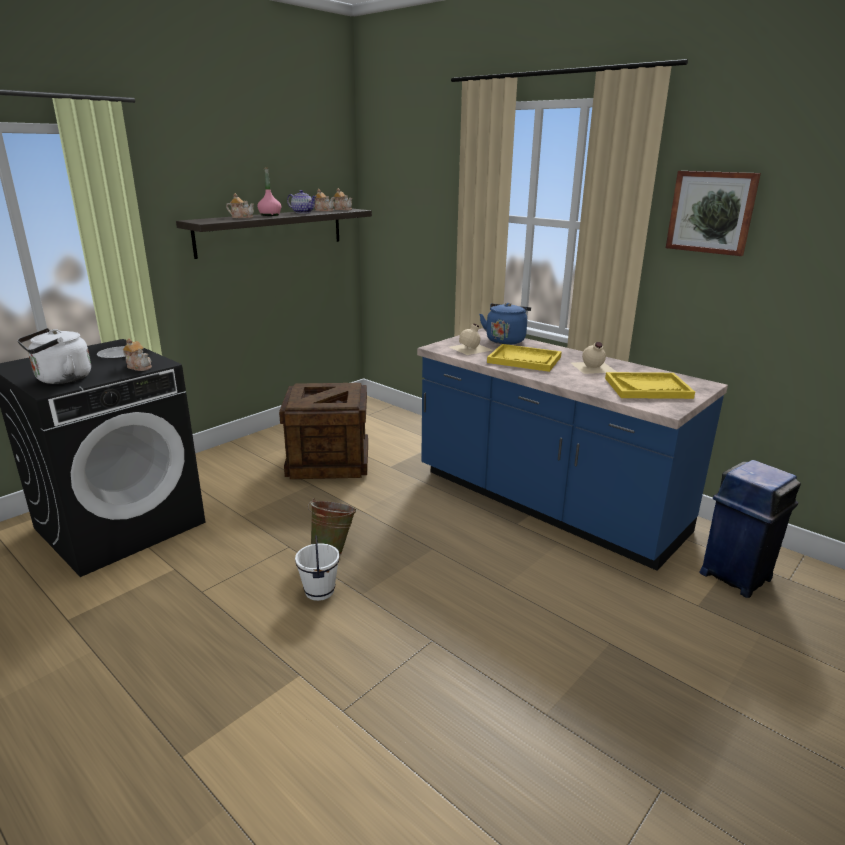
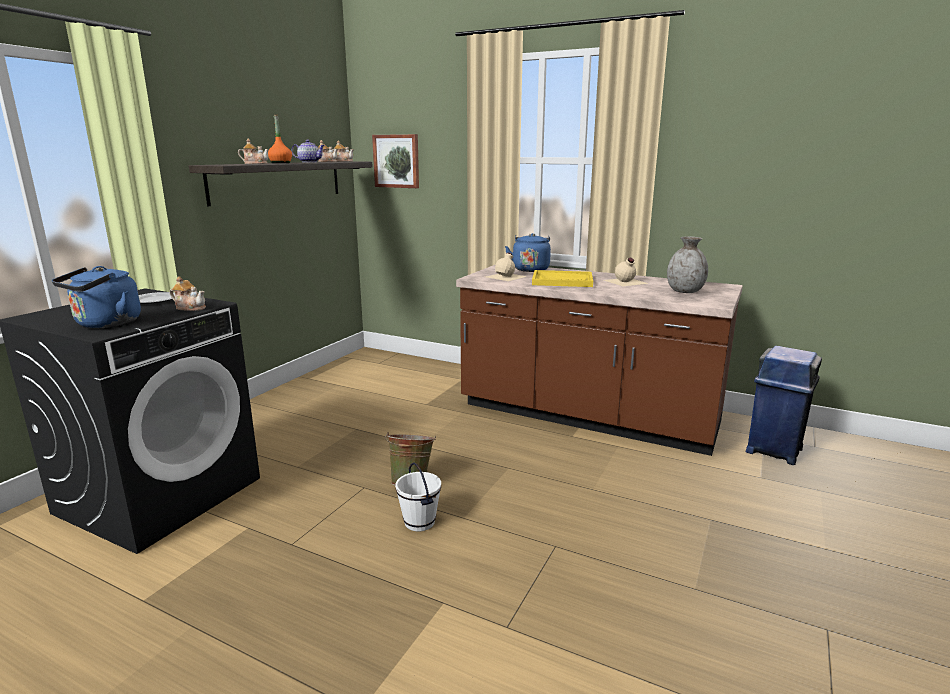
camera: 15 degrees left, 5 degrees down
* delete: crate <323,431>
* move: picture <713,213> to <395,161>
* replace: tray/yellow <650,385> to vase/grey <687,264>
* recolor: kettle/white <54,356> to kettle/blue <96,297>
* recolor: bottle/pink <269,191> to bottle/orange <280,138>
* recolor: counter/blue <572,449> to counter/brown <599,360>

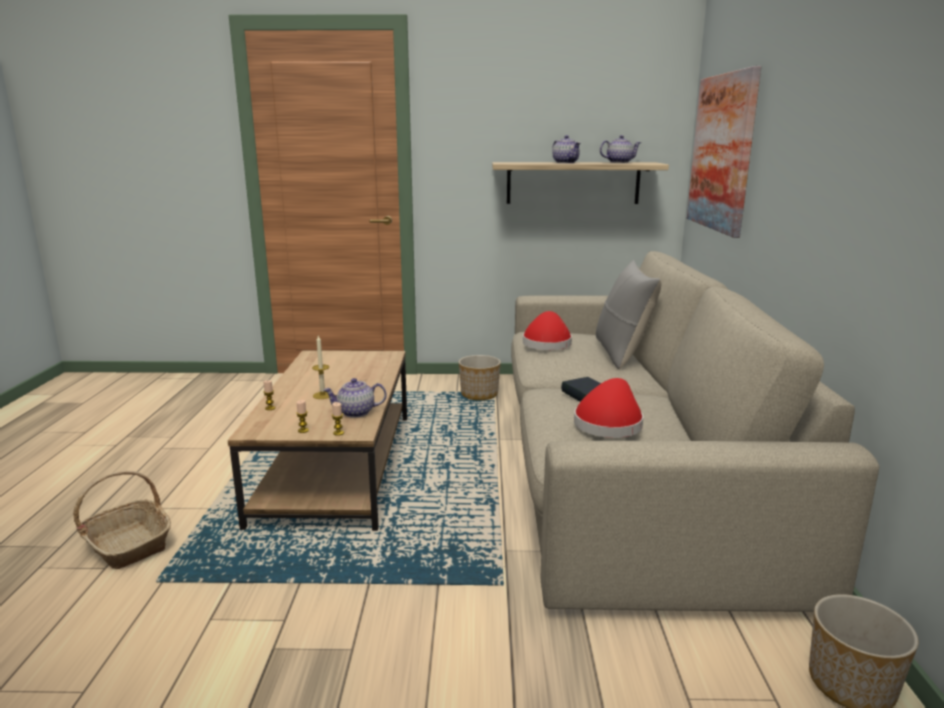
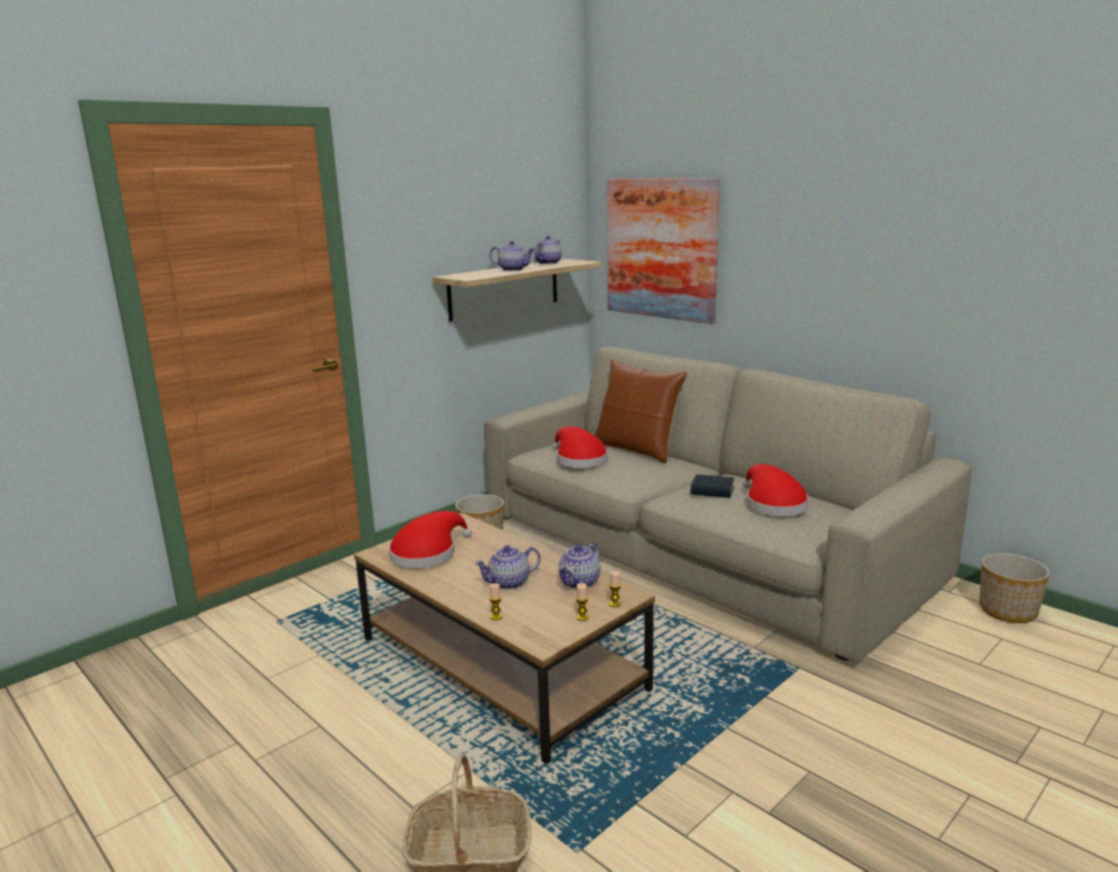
camera: 45 degrees left, 0 degrees up
* insert: hat/red <430,540>
* replace: candle <320,367> to teapot <508,567>
* recolor: pillow/grey <629,314> to pillow/brown <640,411>

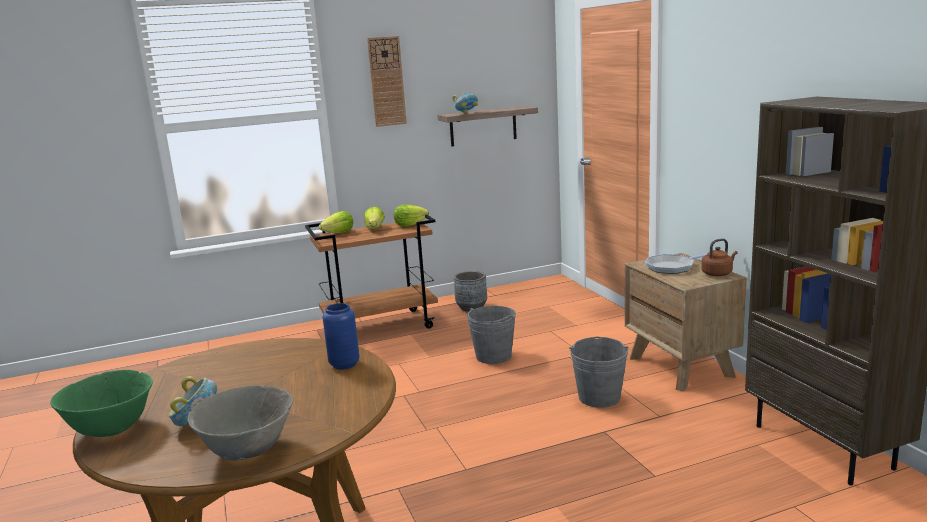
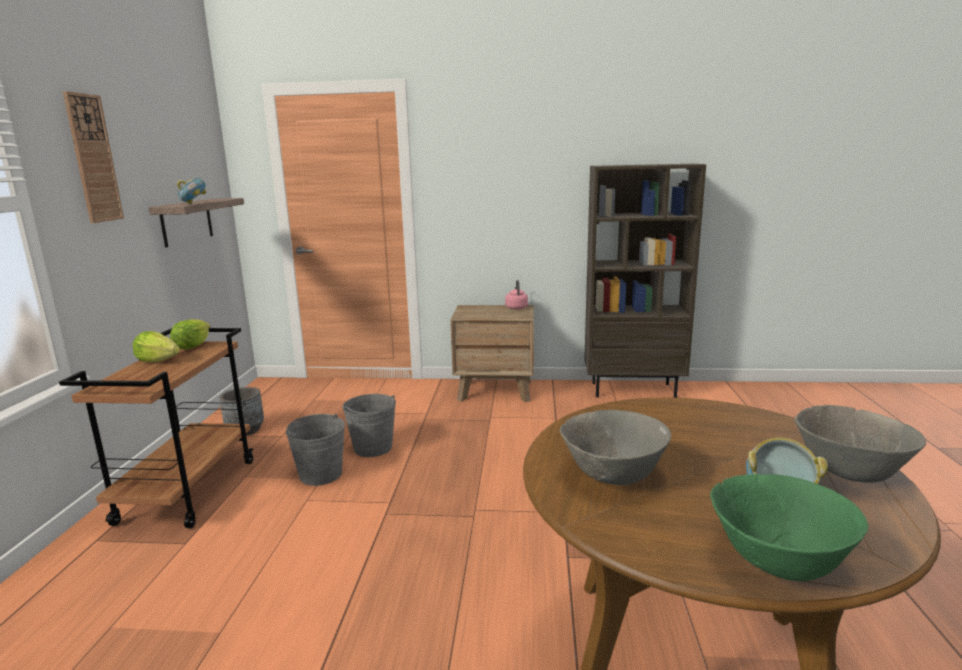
camera: 65 degrees left, 0 degrees up
* delete: lettuce <336,222>
* delete: vase/blue <341,336>
* delete: frying pan <676,264>
* insert: bowl/grey <615,447>
* move: bucket/grey <599,372> to <315,449>
* recolor: kettle/brown <719,257> to kettle/pink <516,294>

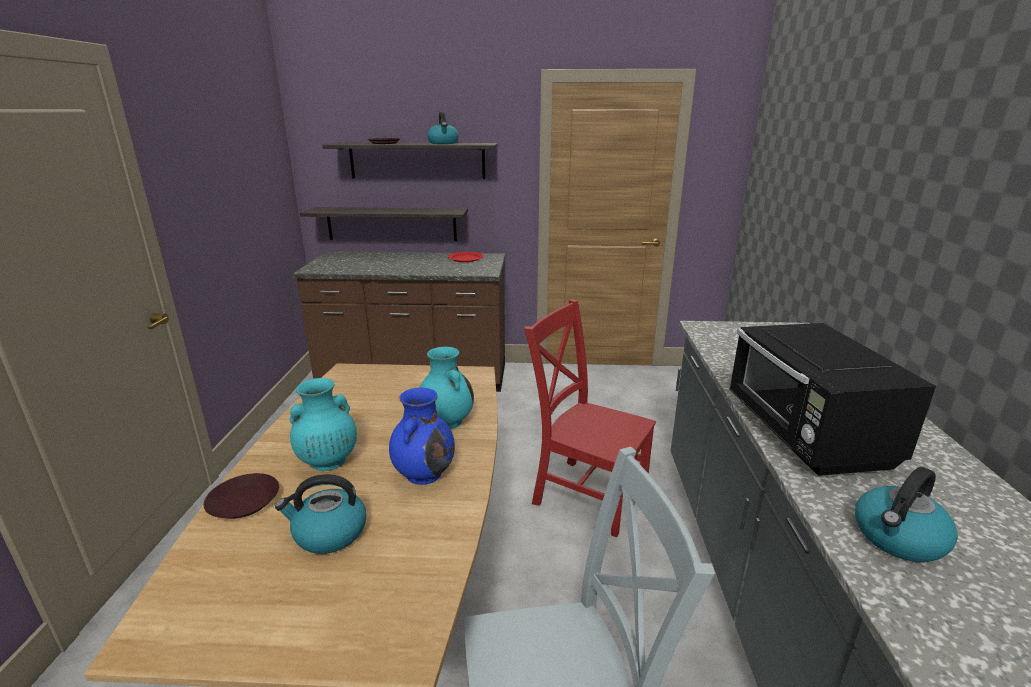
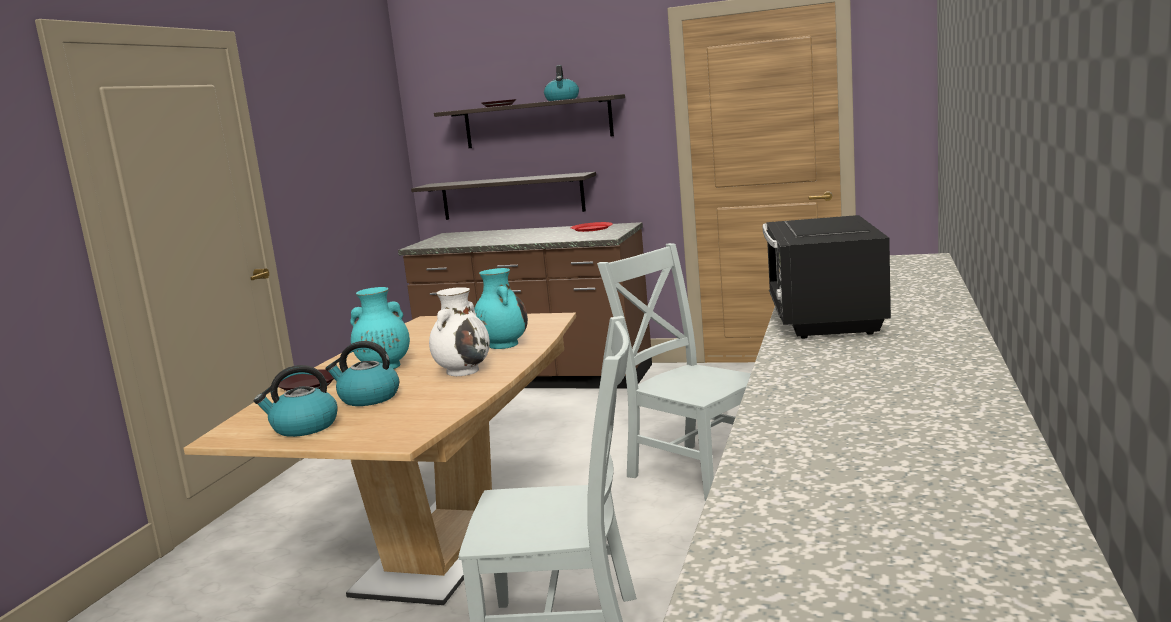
camera: 15 degrees right, 10 degrees down
* move: kettle <906,514> to <295,401>
* recolor: vase/blue <422,436> to vase/white <459,331>
* recolor: chair/red <590,418> to chair/grey <674,372>

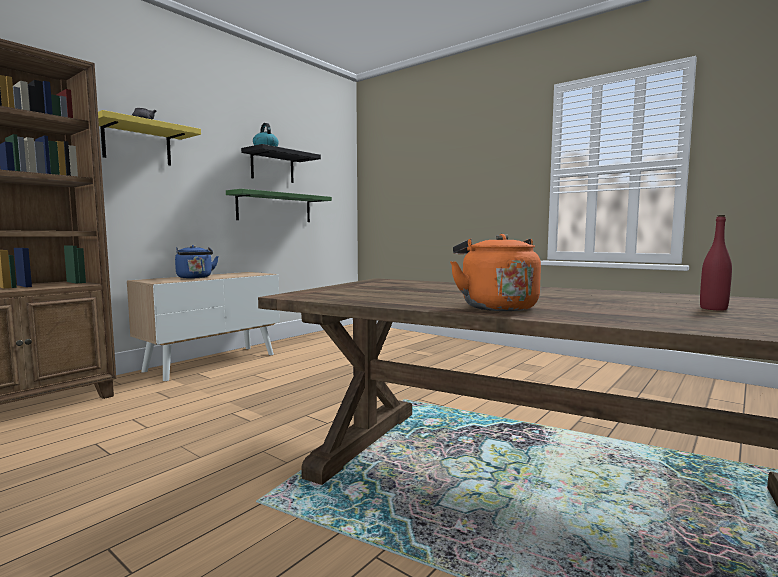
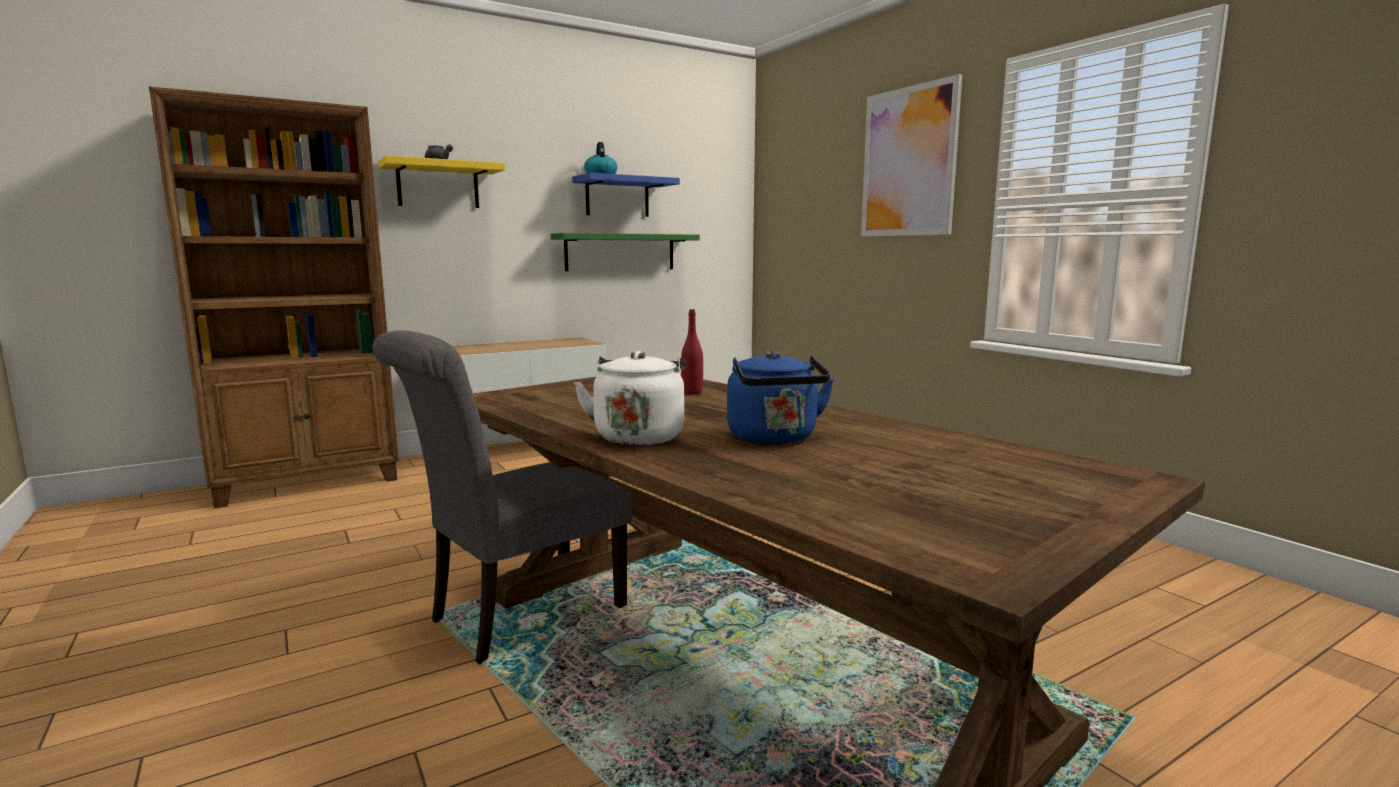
camera: 20 degrees right, 5 degrees up
* insert: chair/grey <502,497>
* insert: picture <911,155>
* move: kettle/blue <197,261> to <780,397>
* move: bottle/red <716,263> to <692,352>
* recolor: shelf/black <281,163> to shelf/blue <626,195>
* recolor: kettle/orange <495,272> to kettle/white <630,398>

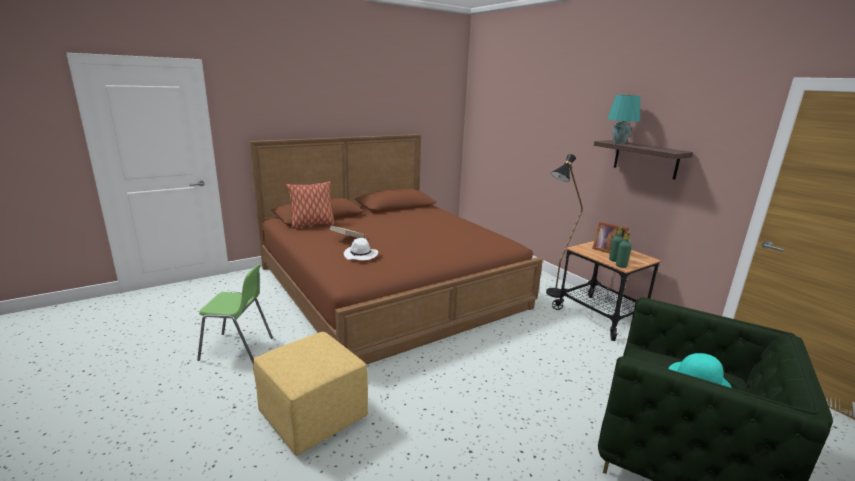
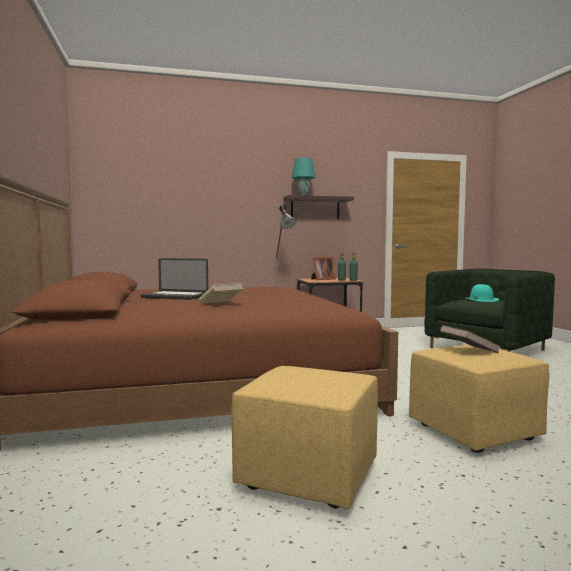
camera: 70 degrees left, 15 degrees down
* delete: pillow <311,205>
* delete: hat/white <361,249>
* insert: laptop <174,279>
* insert: book/brown <470,339>
* replace: chair/green <235,313> to ottoman/yellow <304,437>

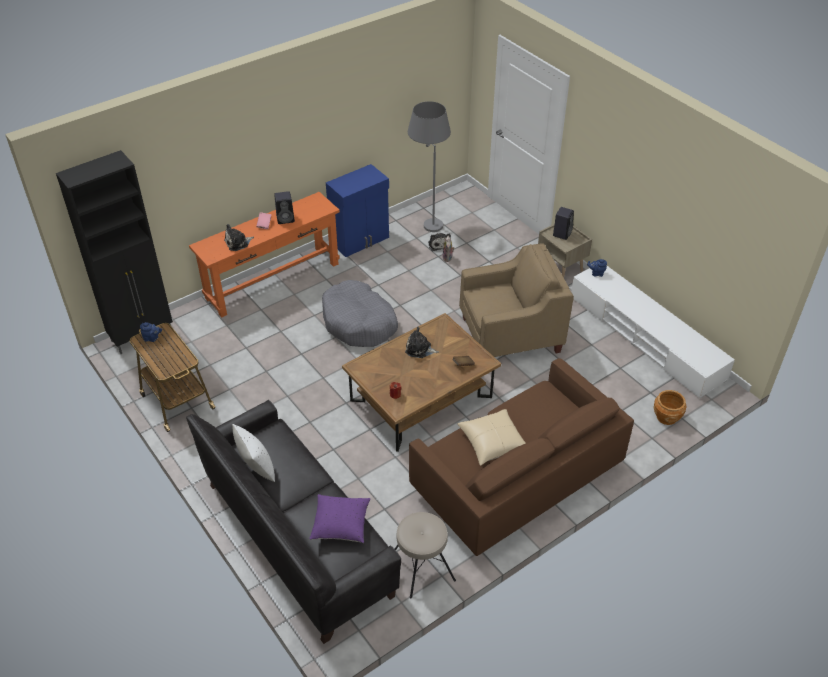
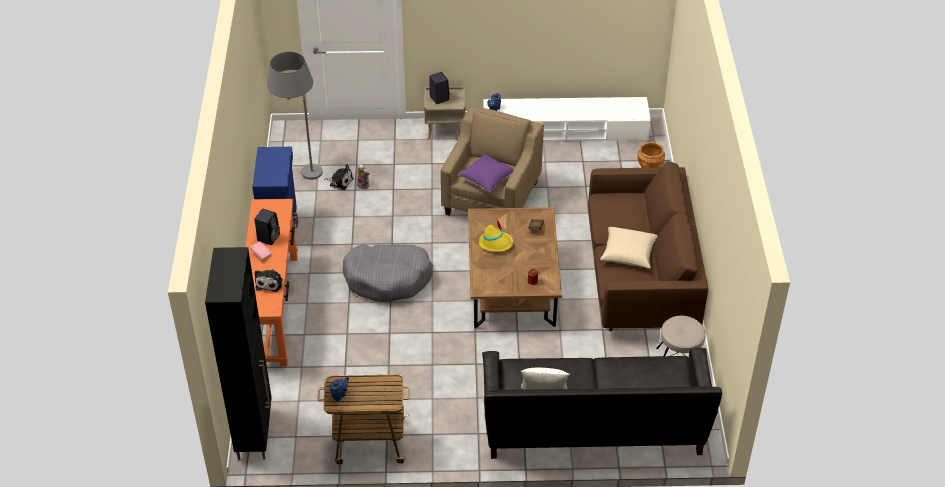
camera: 55 degrees left, 0 degrees up
* move: pillow/purple <339,518> to <486,172>
* replace: plush toy <422,342> to hat/yellow <496,236>

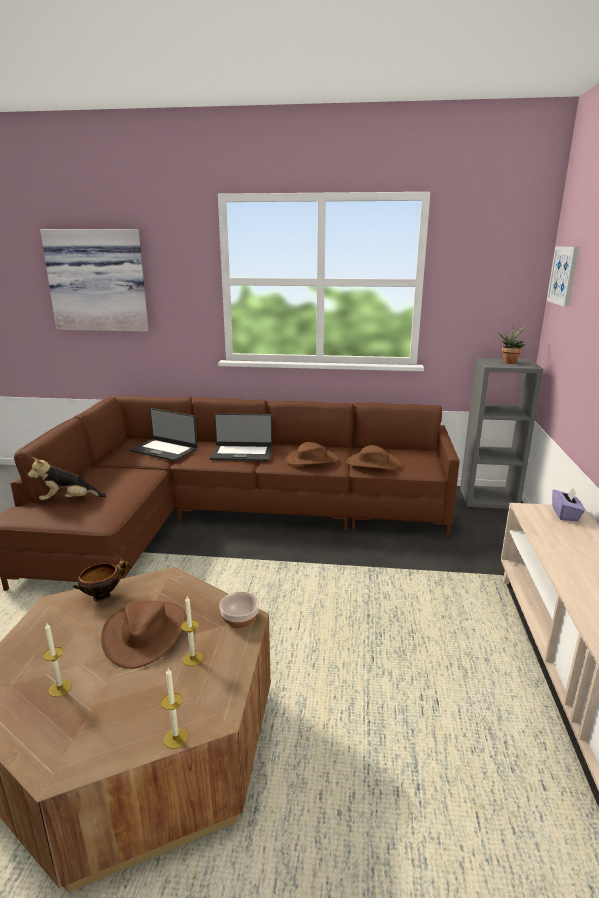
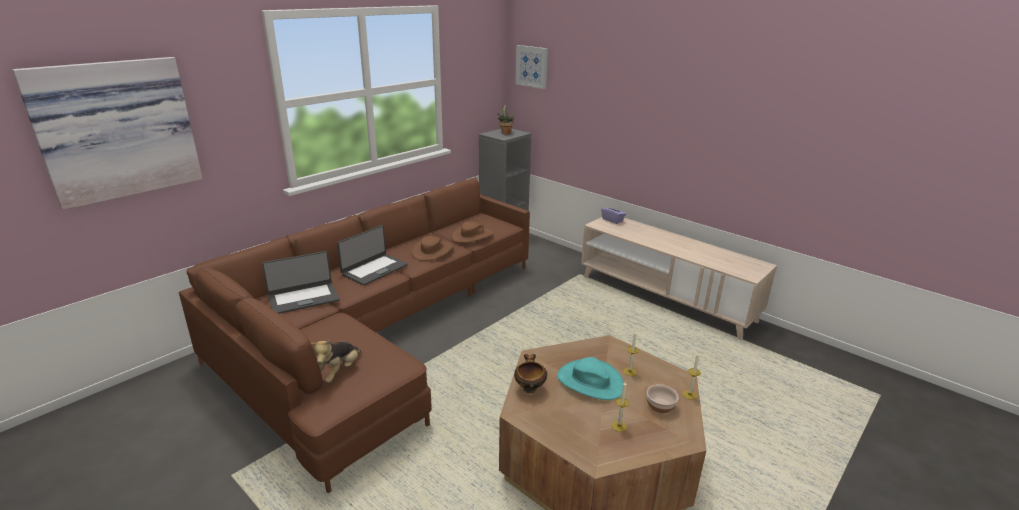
camera: 55 degrees left, 5 degrees up
* move: bowl <239,610> to <663,398>
* recolor: hat/brown <143,635> to hat/turquoise <590,378>

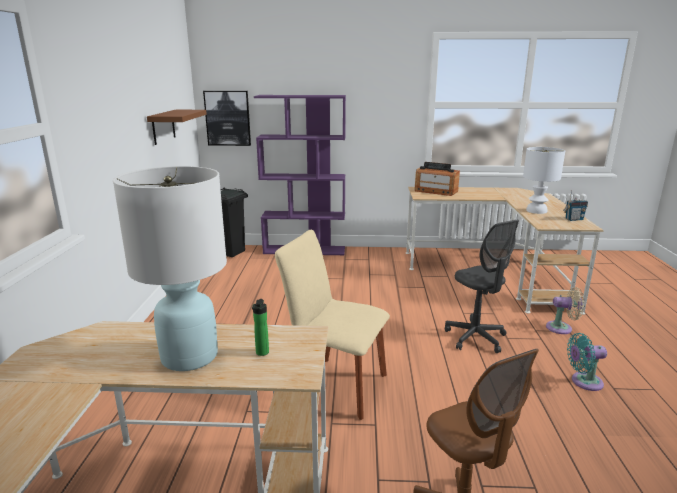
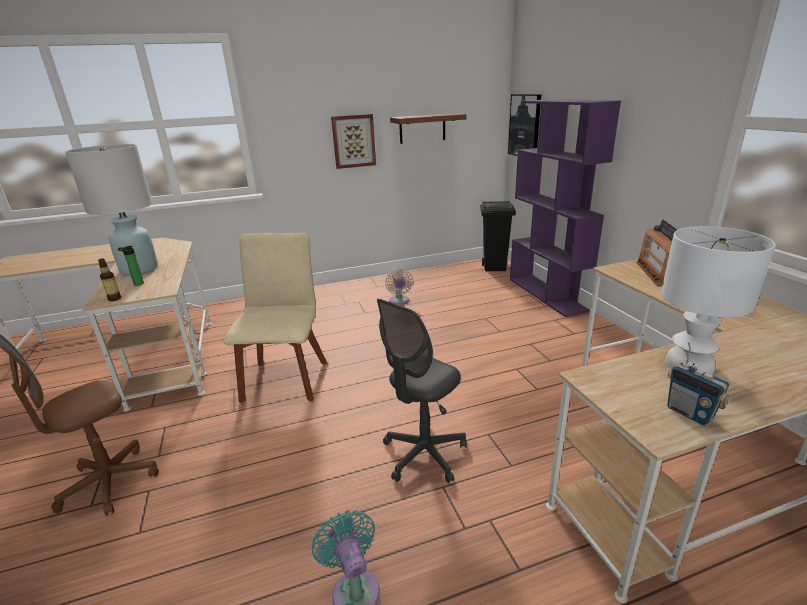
camera: 70 degrees right, 5 degrees up
* insert: bottle <109,280>
* insert: picture <353,141>
* move: fan/beige <565,310> to <399,286>

